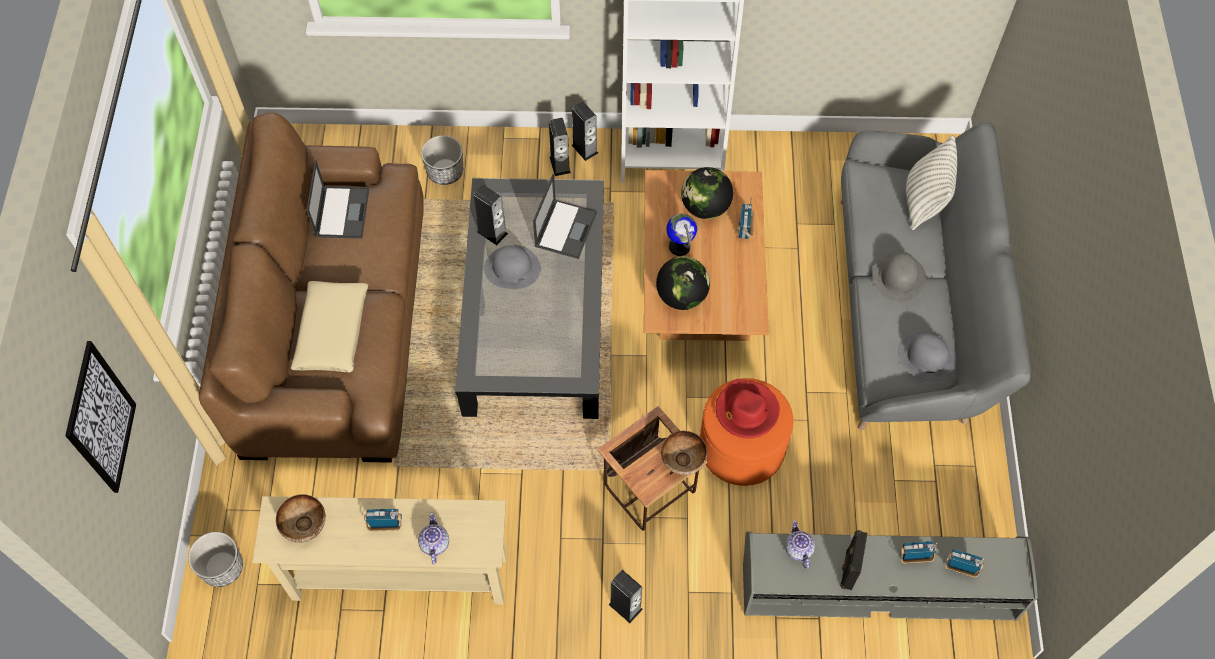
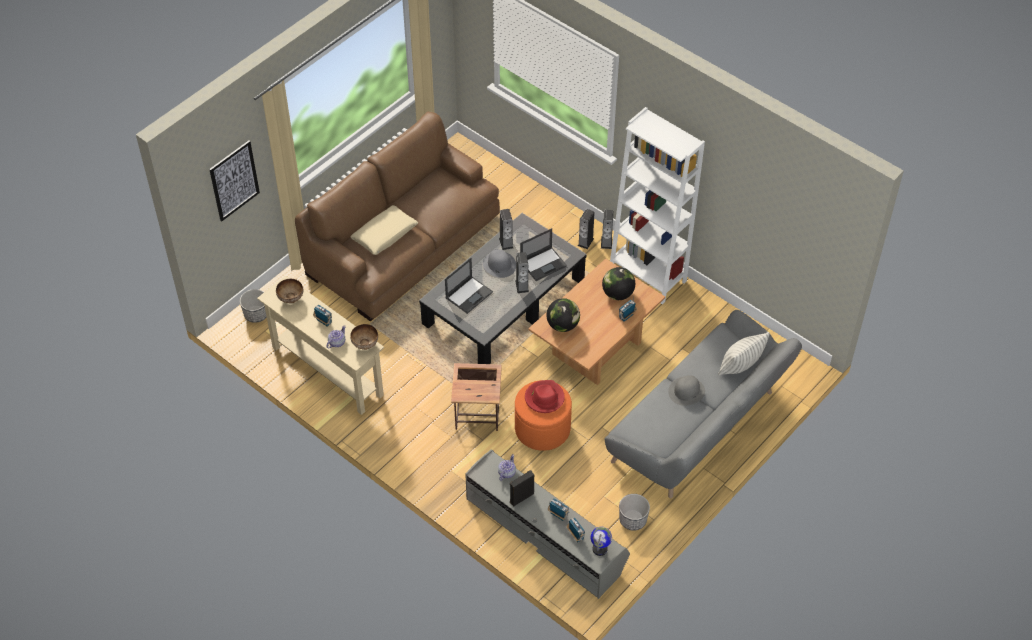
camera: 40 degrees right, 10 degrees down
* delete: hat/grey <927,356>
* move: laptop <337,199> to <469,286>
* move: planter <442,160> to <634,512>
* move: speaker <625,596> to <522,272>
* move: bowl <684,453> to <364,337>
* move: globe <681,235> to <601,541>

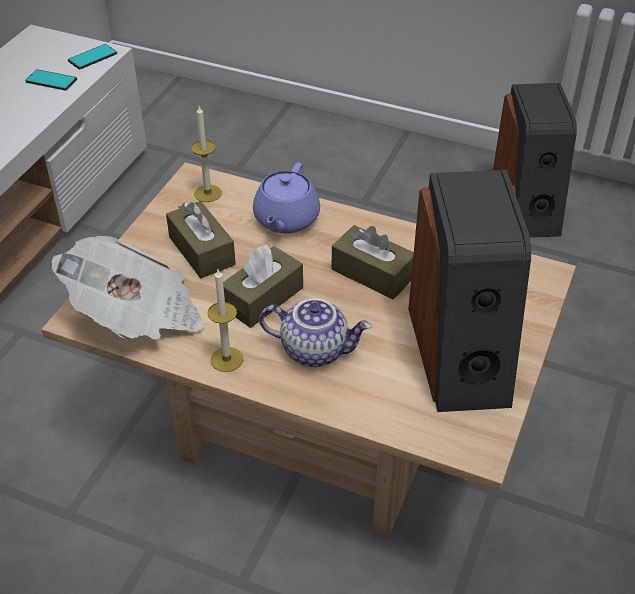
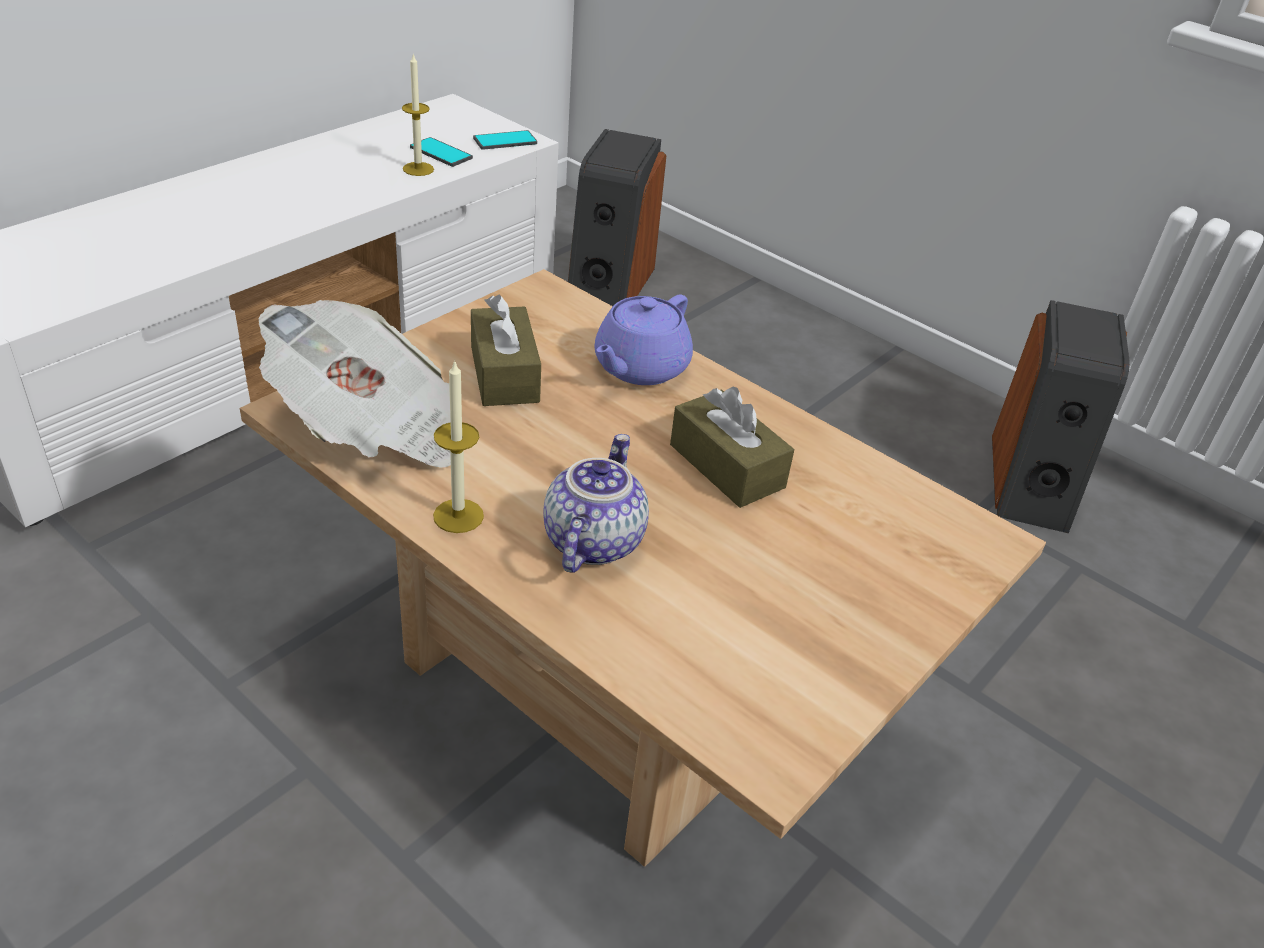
camera: 15 degrees right, 5 degrees down
* delete: tissue box/brown <263,286>
* move: candle <206,154> to <418,115>
* move: speaker <469,291> to <617,217>
* rotate: teapot <316,332> = <596,503> 105 degrees counterclockwise

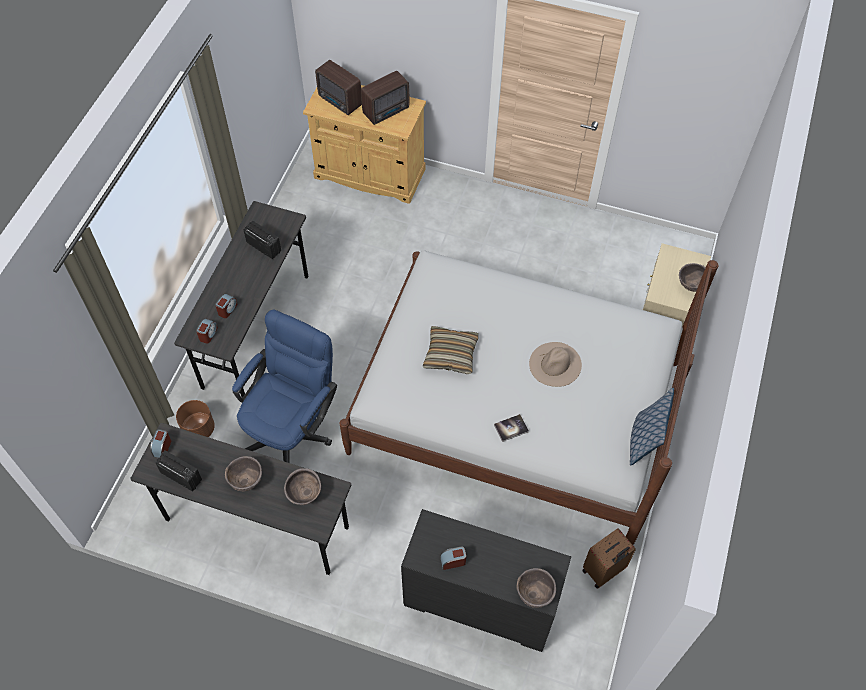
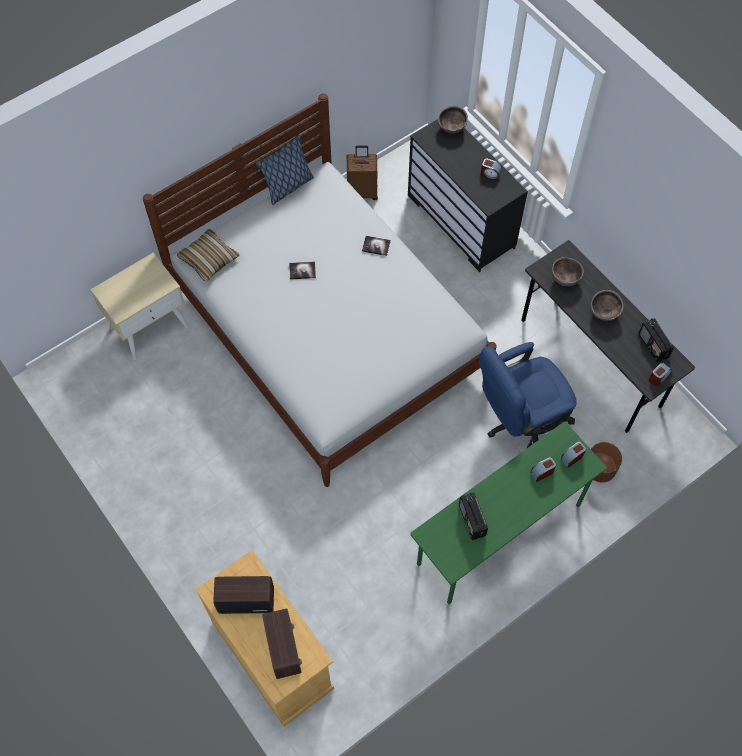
camera: 145 degrees left, 5 degrees up
* delete: bowl/brown <692,277>
* move: pillow <450,350> to <208,255>
* replace: hat/beige <555,364> to book <302,270>
* recolor: desk/grey <241,299> to desk/green <508,513>

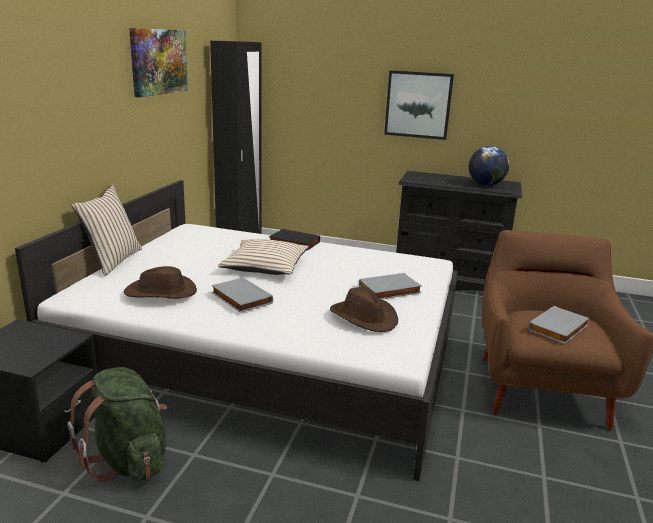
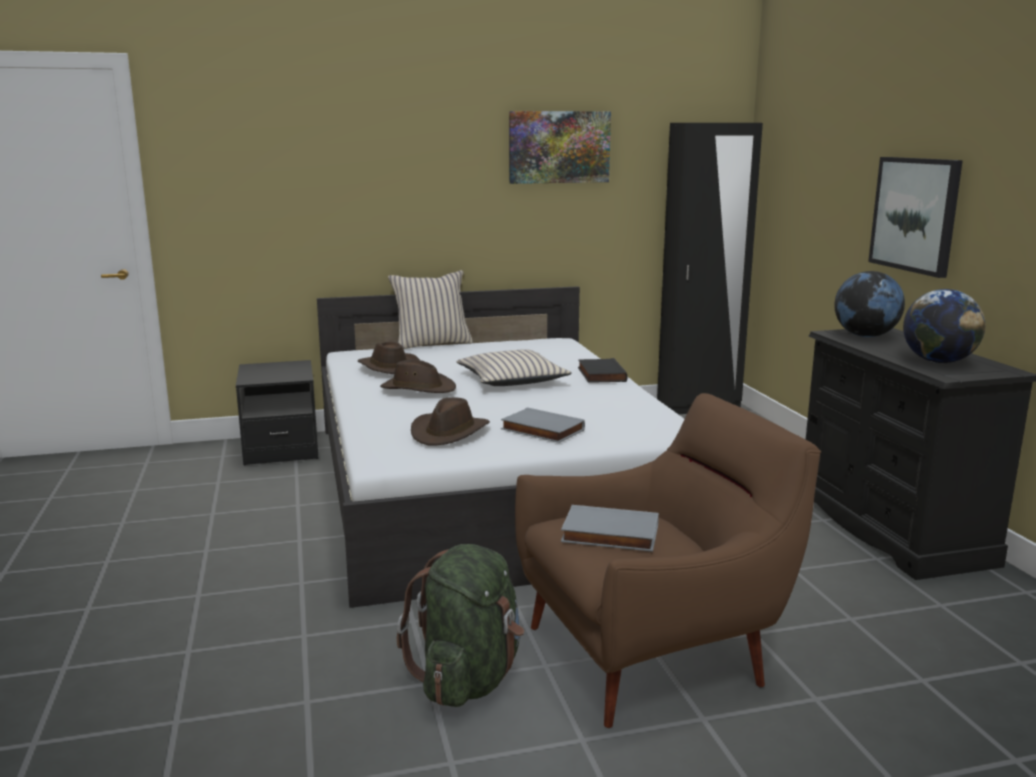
camera: 60 degrees right, 5 degrees down
* insert: globe <869,304>
* move: backpack/green <117,424> to <460,625>
* replace: book/grey <242,295> to hat/brown <418,376>

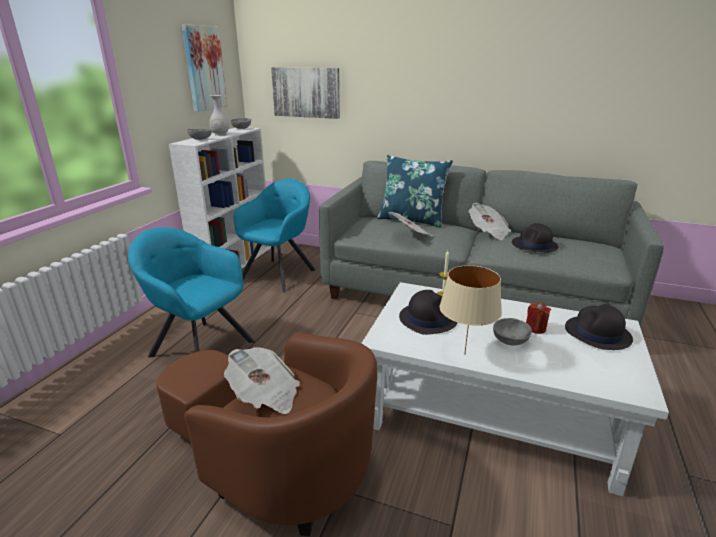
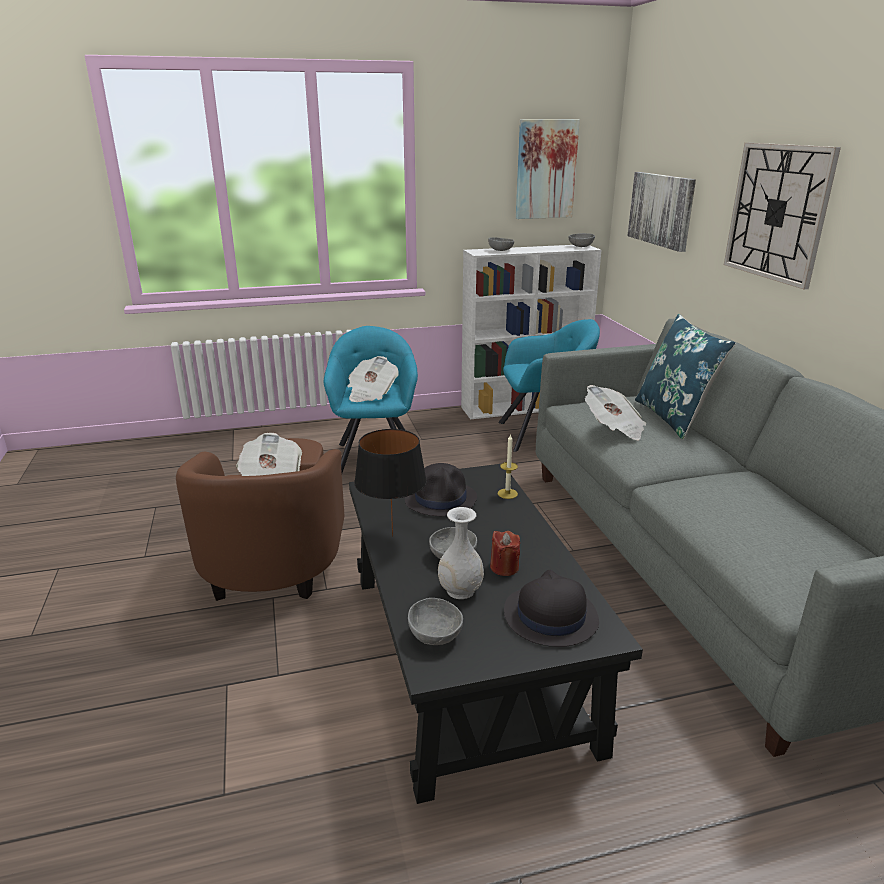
camera: 55 degrees right, 0 degrees up
* delete: hat/black <535,238>
* insert: bowl/grey <435,621>
* insert: wall clock <782,216>
* move: vase/white <219,115> to <461,553>
* move: newspaper <490,221> to <373,379>
* recolor: coffee table/white <515,389> to coffee table/black <496,634>
* recolor: table lamp/beige <471,310> to table lamp/black <390,483>

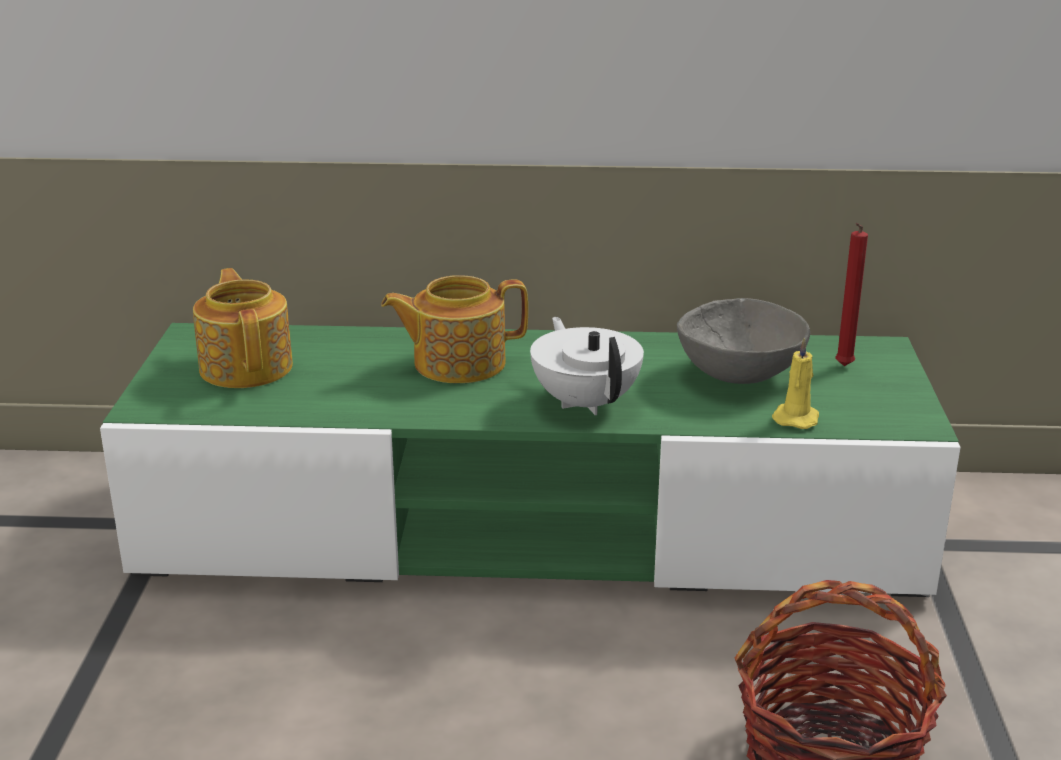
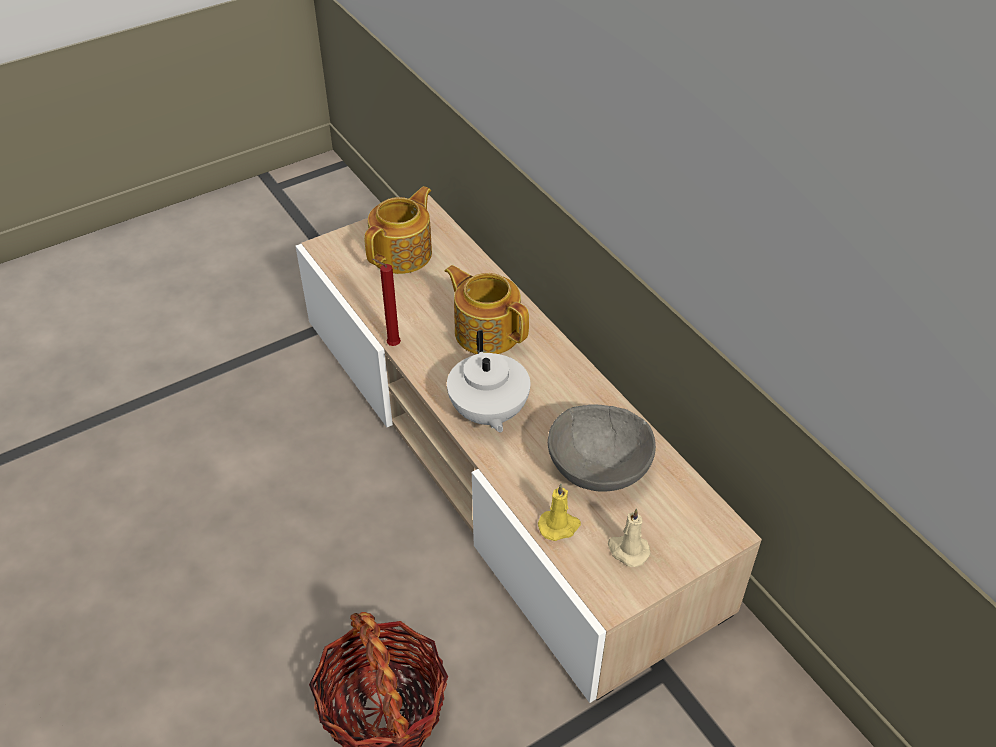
camera: 55 degrees right, 20 degrees up
* insert: candle/beige <629,537>
* move: candle/red <851,294> to <386,302>
* recolor: tv stand/green <530,460> to tv stand/beige <528,449>
* rotate: teapot/white <587,366> = <488,381> 135 degrees clockwise

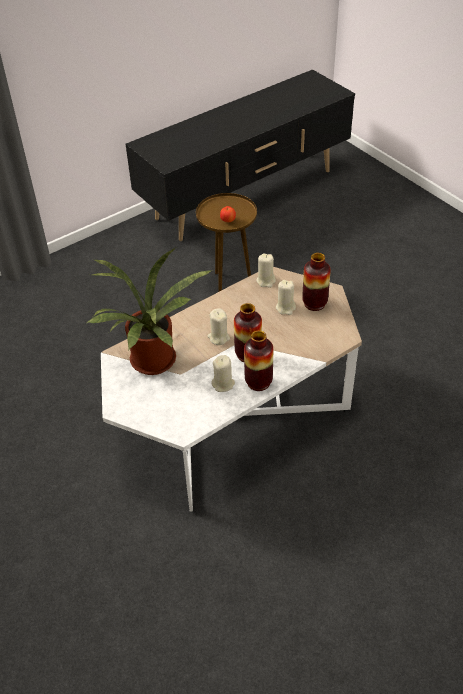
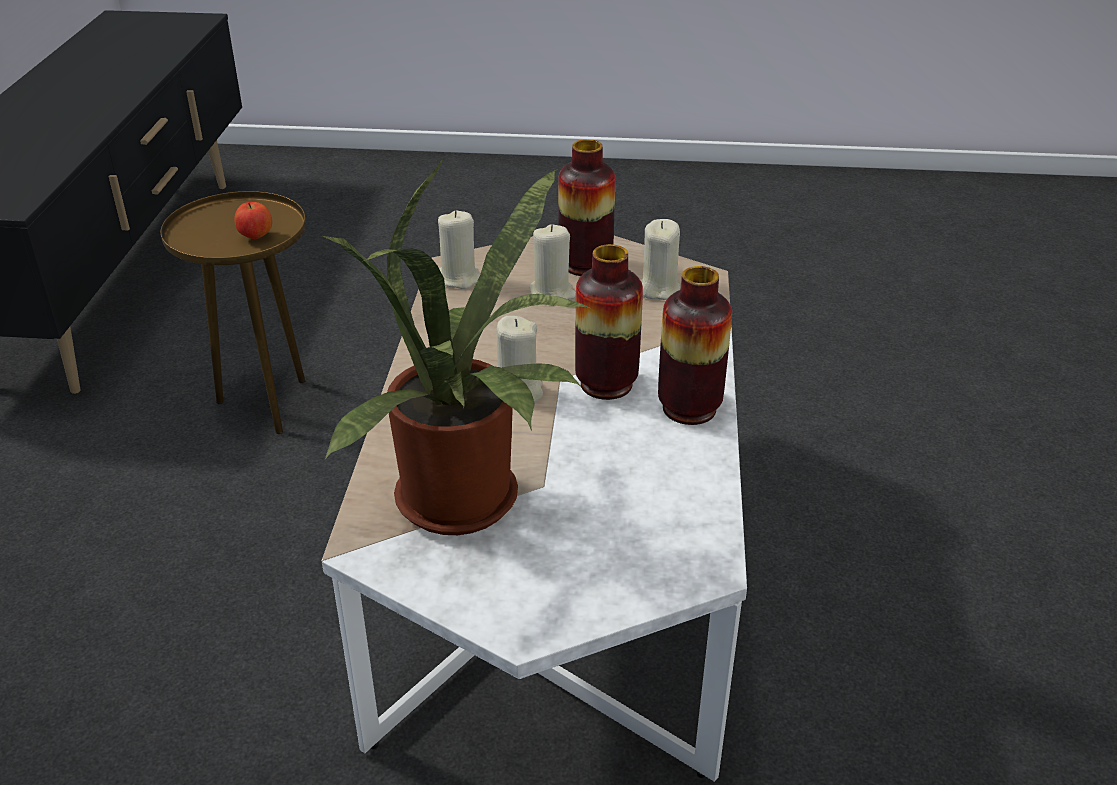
camera: 50 degrees left, 10 degrees down
* move: candle/beige <223,373> to <661,259>

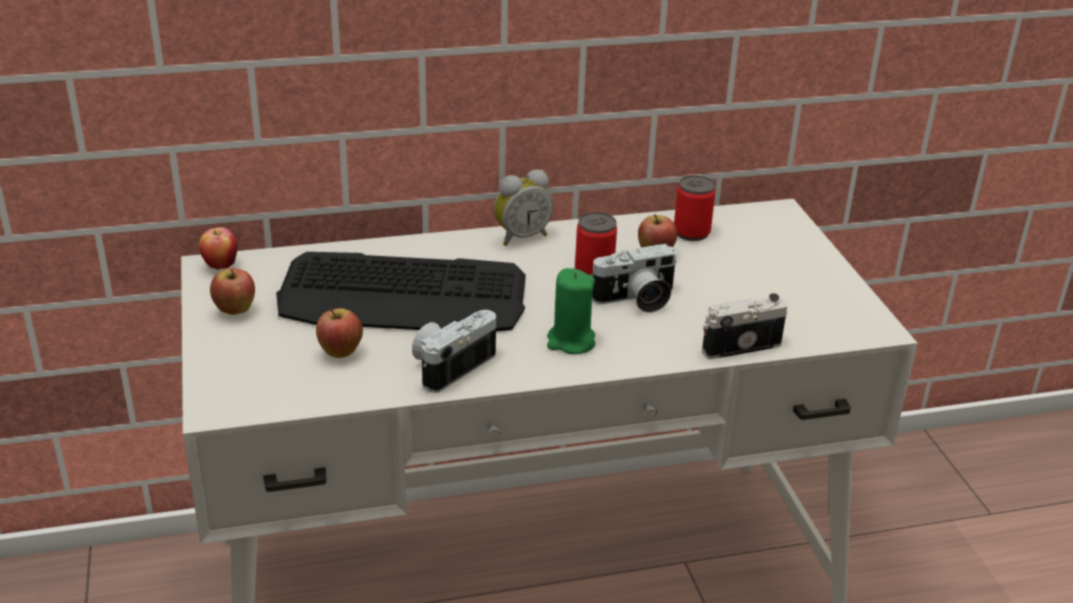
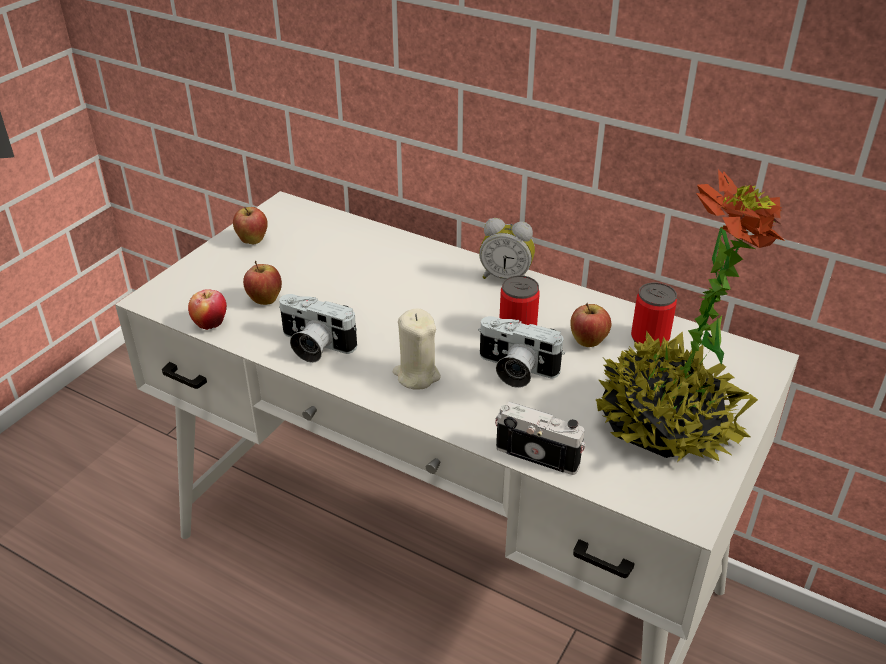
camera: 45 degrees right, 5 degrees up
* delete: keyboard <401,292>
* insert: potted plant <690,315>
* move: apple <218,248> to <207,309>
* recolor: candle/green <571,311> to candle/beige <417,349>
* rotate: photo camera <454,351> = <318,328> 150 degrees counterclockwise

